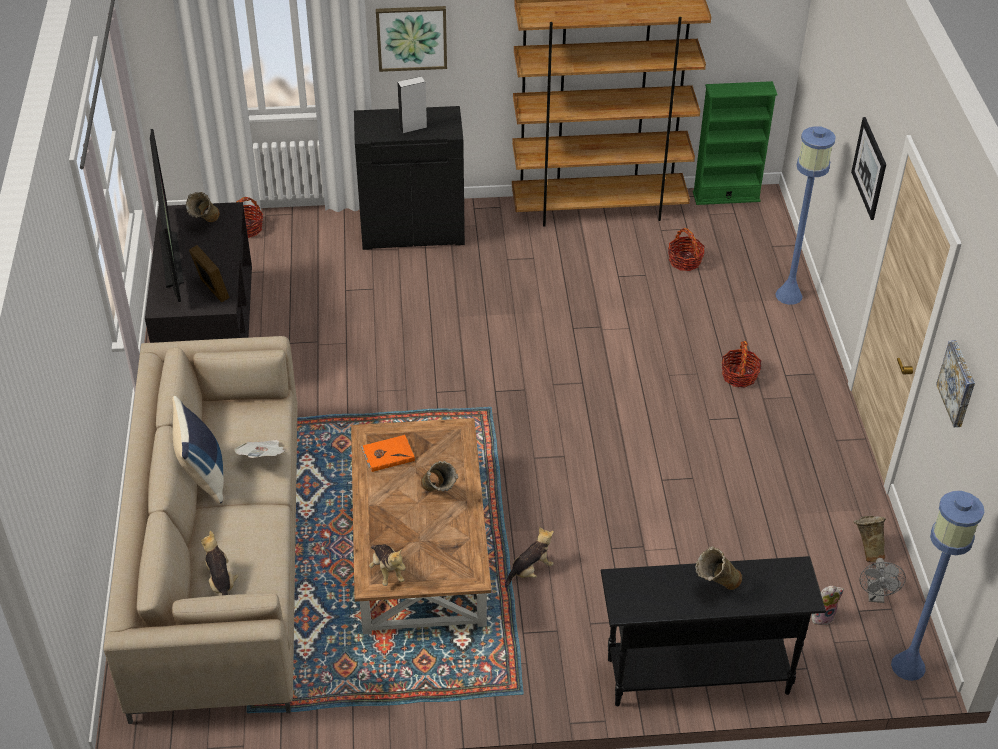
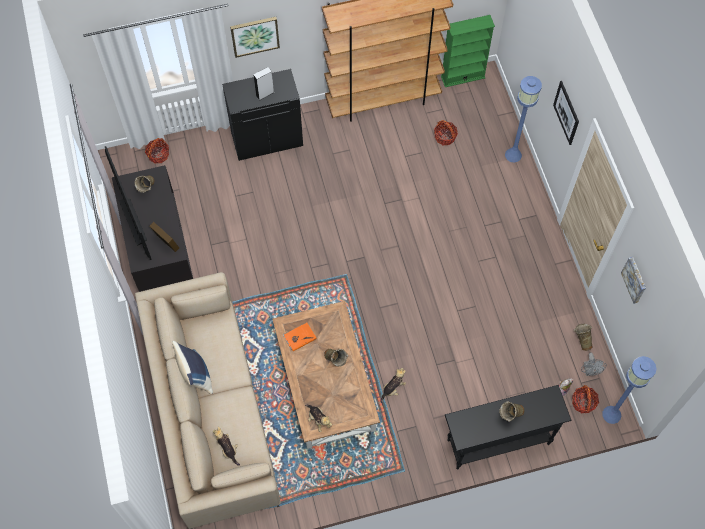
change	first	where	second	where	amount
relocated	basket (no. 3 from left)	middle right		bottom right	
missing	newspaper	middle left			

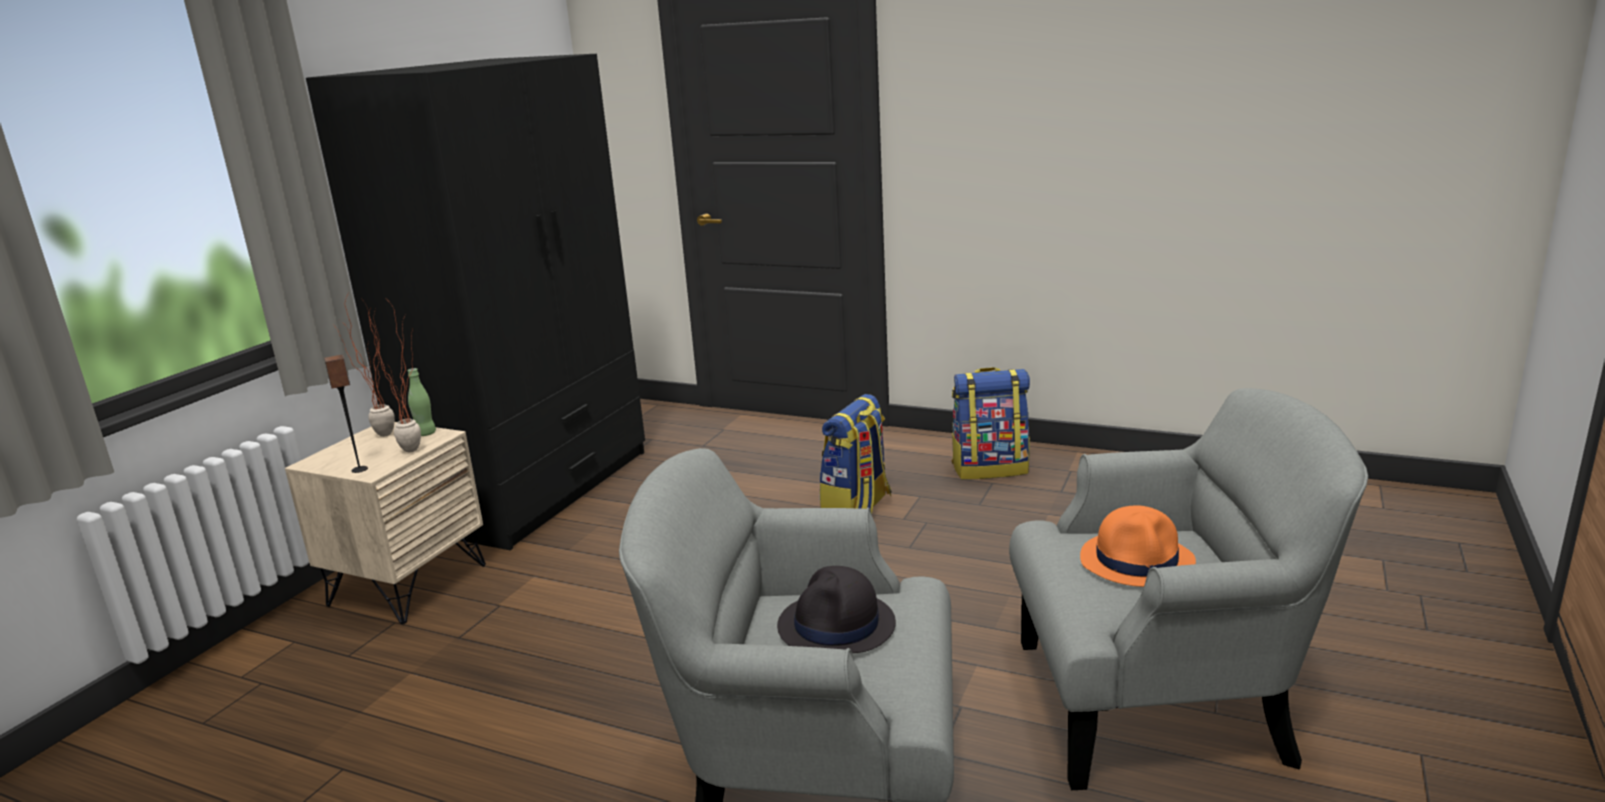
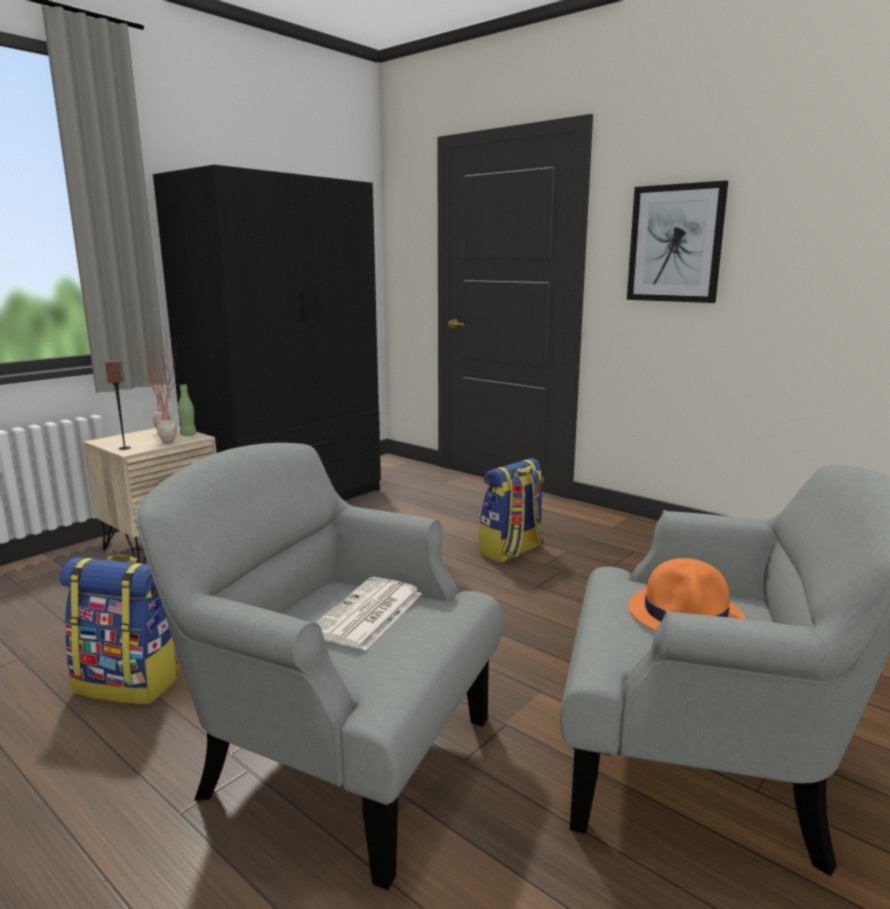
change	first	where	second	where	amount
relocated	backpack (no. 2 from left in the first image)	centre	backpack (no. 1 from left)	bottom left	
exchanged	black_hat	bottom centre	newspaper	bottom centre	
appeared			picture	top right	

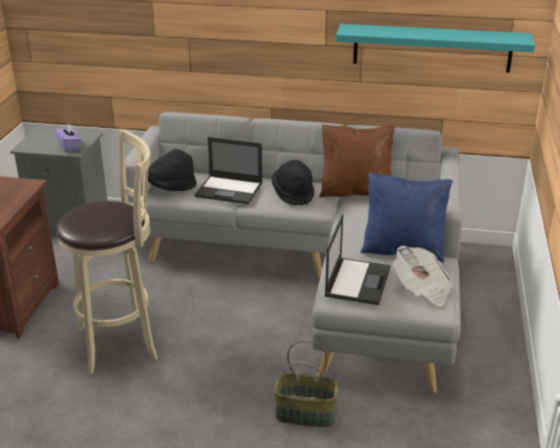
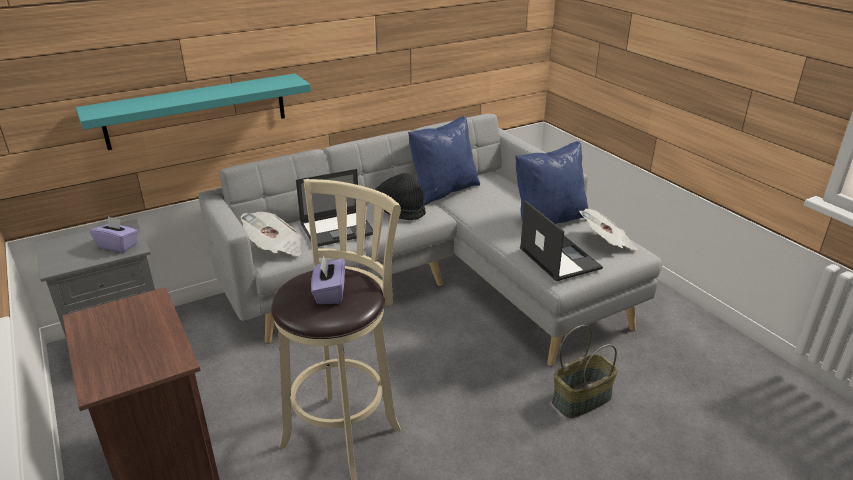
change	first	where	second	where	amount
relocated	turquoise_shelf	top right		top left	
colour	brown_pillow	centre	blue_pillow (no. 1 from left)	centre	
exchanged	black_hat (no. 1 from left)	middle left	newspaper (no. 1 from left)	middle left	
appeared			purple_tissue_box (no. 2 from left)	centre	

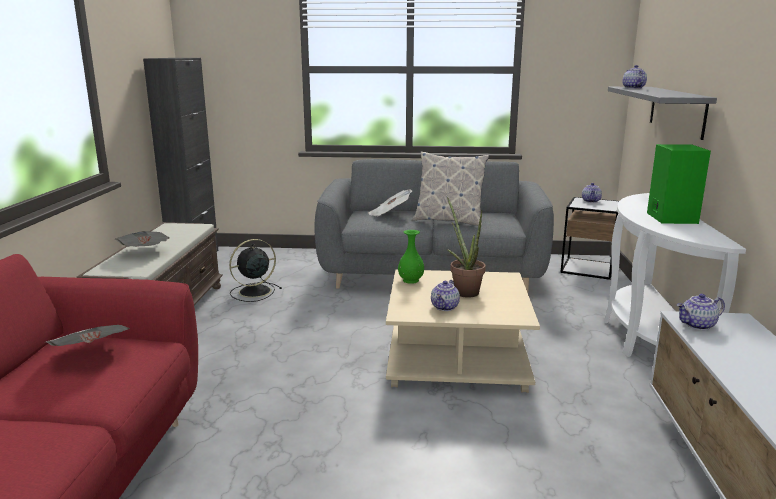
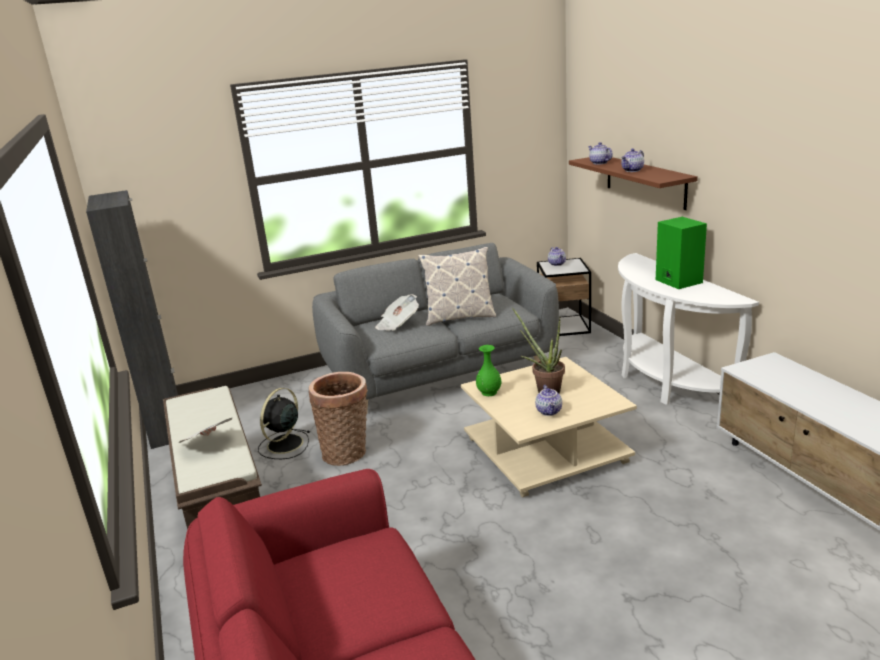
change	first	where	second	where	amount
colour	grey_shelf	top right	brown_shelf	top right	
relocated	teapot (no. 4 from left)	middle right		top right	
missing	newspaper (no. 1 from left)	bottom left			
appeared			basket	centre	

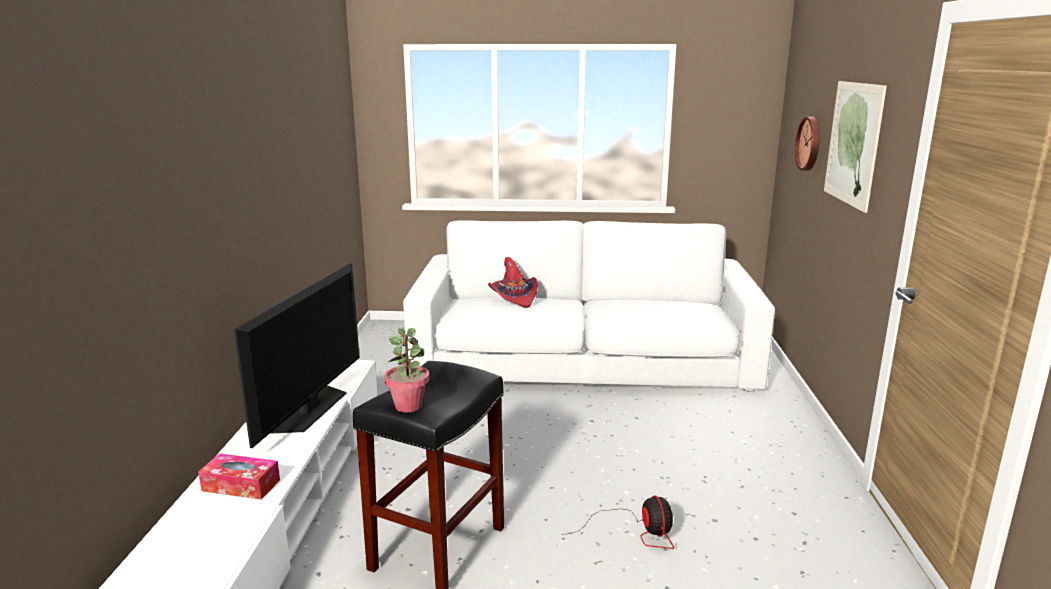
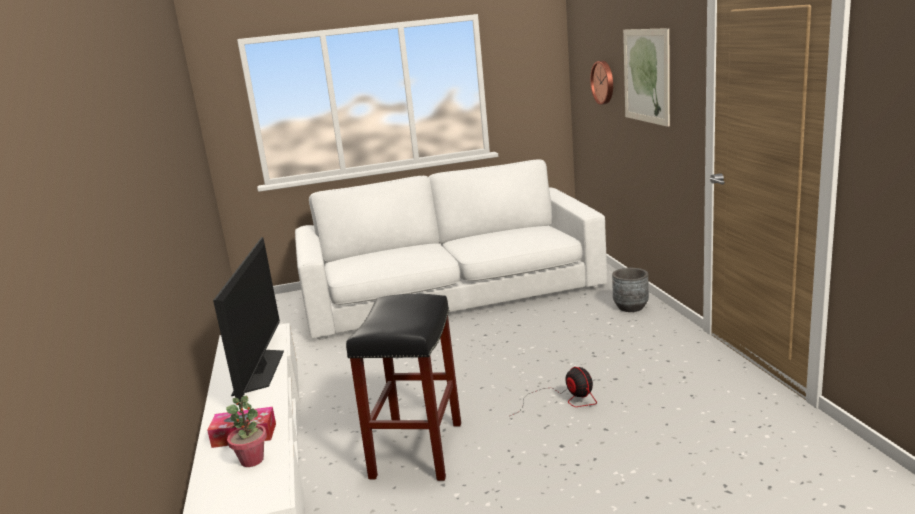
change	first	where	second	where	amount
missing	red_hat	centre			
relocated	potted_plant	centre		bottom left	
appeared			grey_planter	middle right	

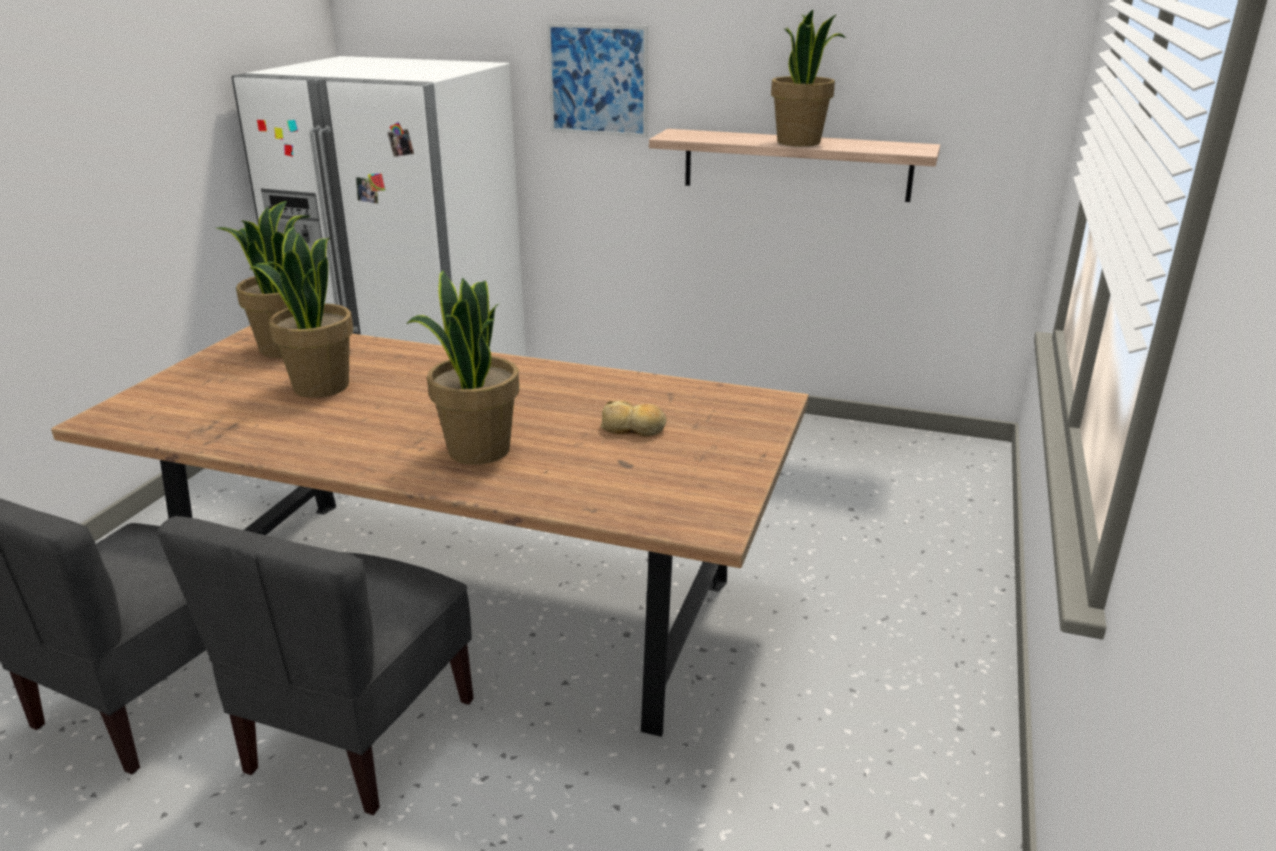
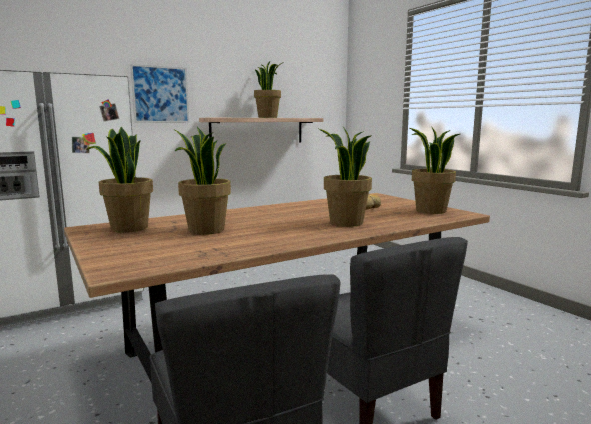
change	first	where	second	where	amount
appeared			potted_plant (no. 5 from left)	middle right	

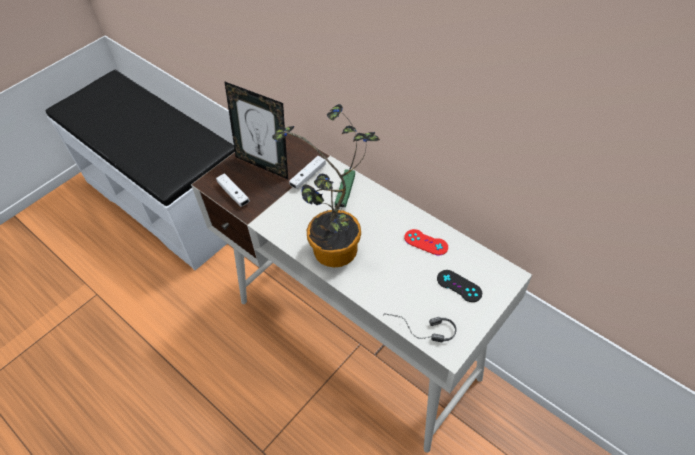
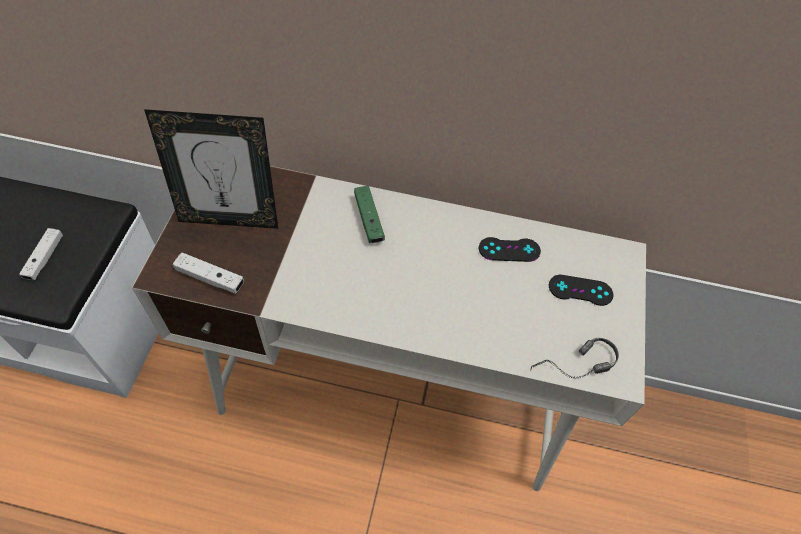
change	first	where	second	where	amount
missing	potted_plant	centre			
relocated	white_game_controller (no. 2 from left in the first image)	centre	white_game_controller (no. 1 from left)	middle left	
colour	red_game_controller	centre	black_game_controller (no. 1 from left)	centre	

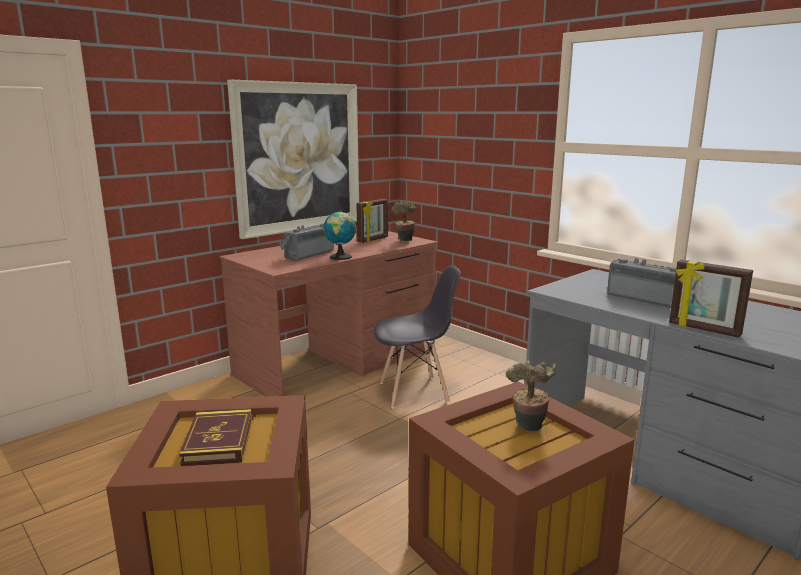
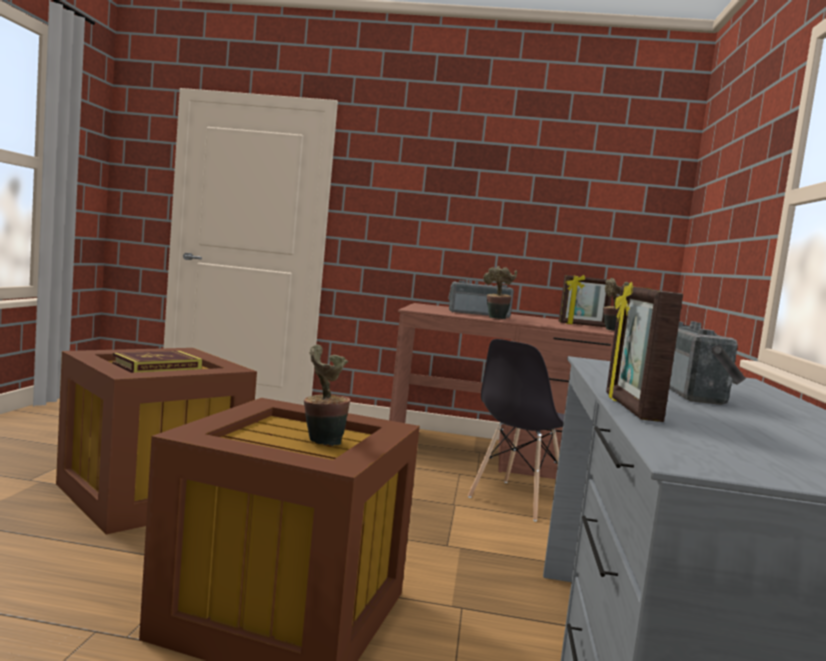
change	first	where	second	where	amount
missing	picture	top centre			
exchanged	globe	centre	potted_plant (no. 2 from left)	centre	
spun	grey_chair	centre		centre	90 degrees clockwise

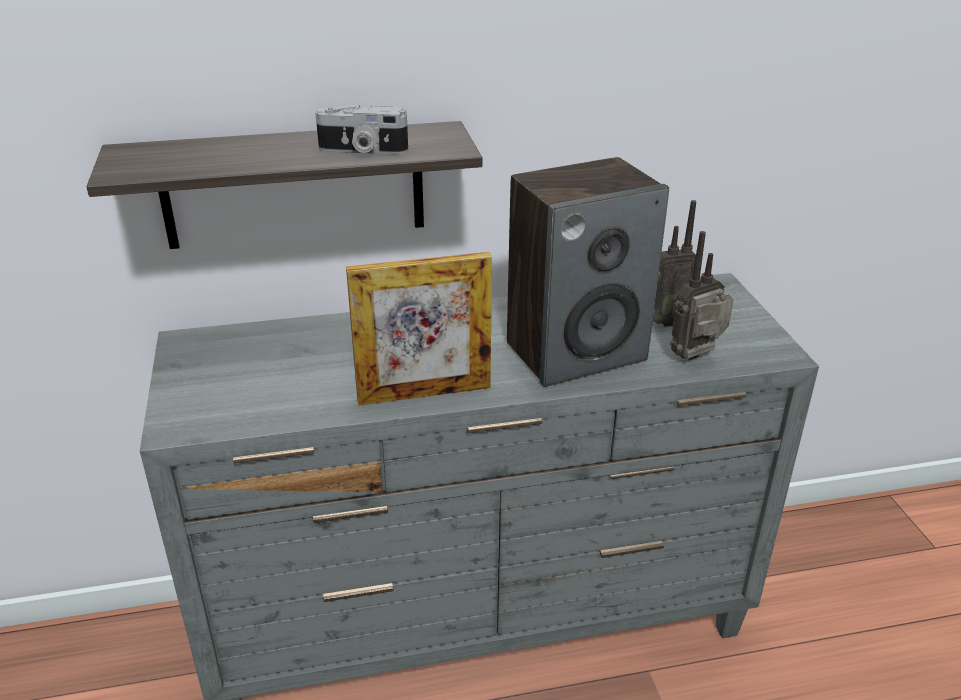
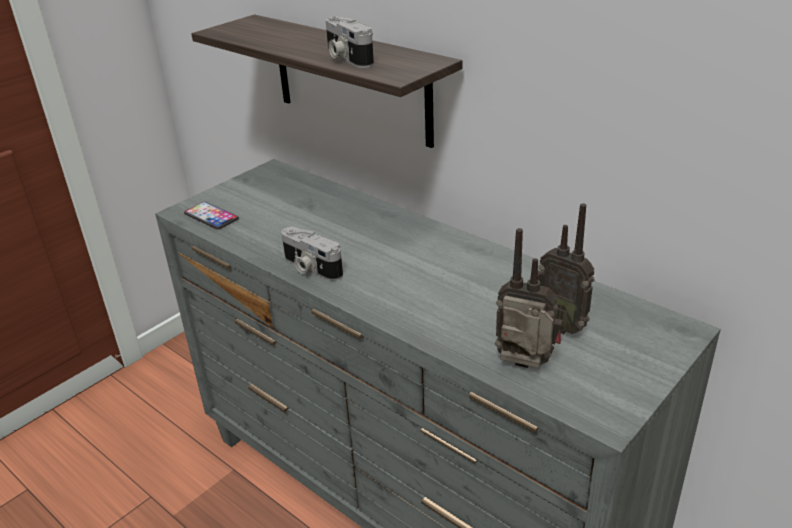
change	first	where	second	where	amount
missing	speaker	centre			
exchanged	picture_frame	centre	photo_camera (no. 1 from left)	centre	
appeared			phone	middle left	

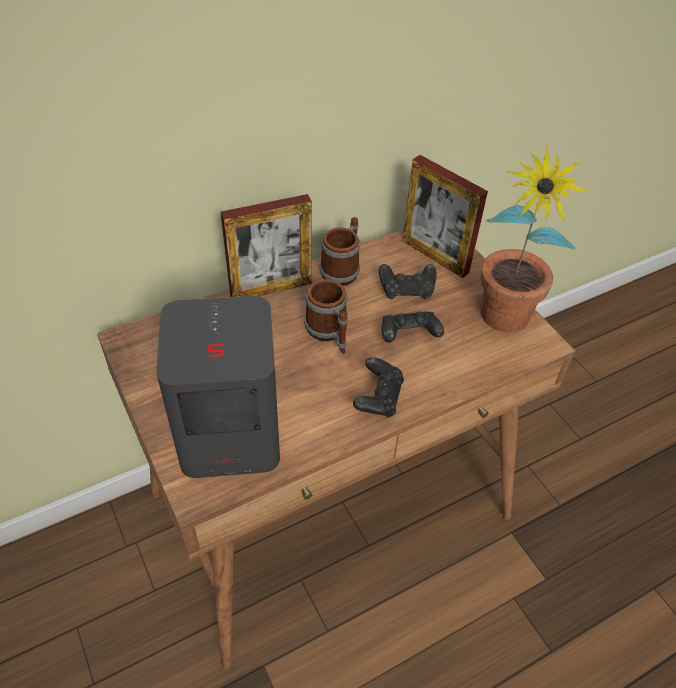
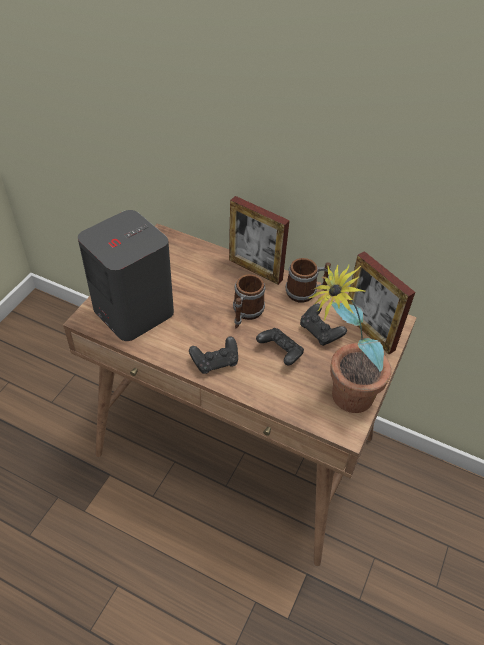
change	first	where	second	where	amount
spun	picture_frame (no. 2 from left)	top centre		middle right	45 degrees counterclockwise

